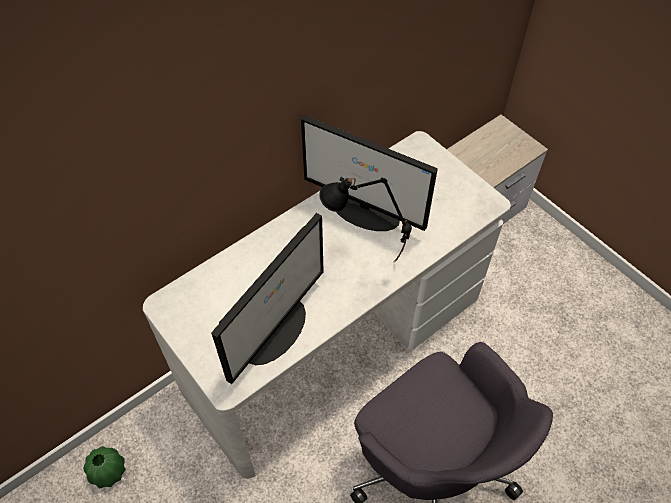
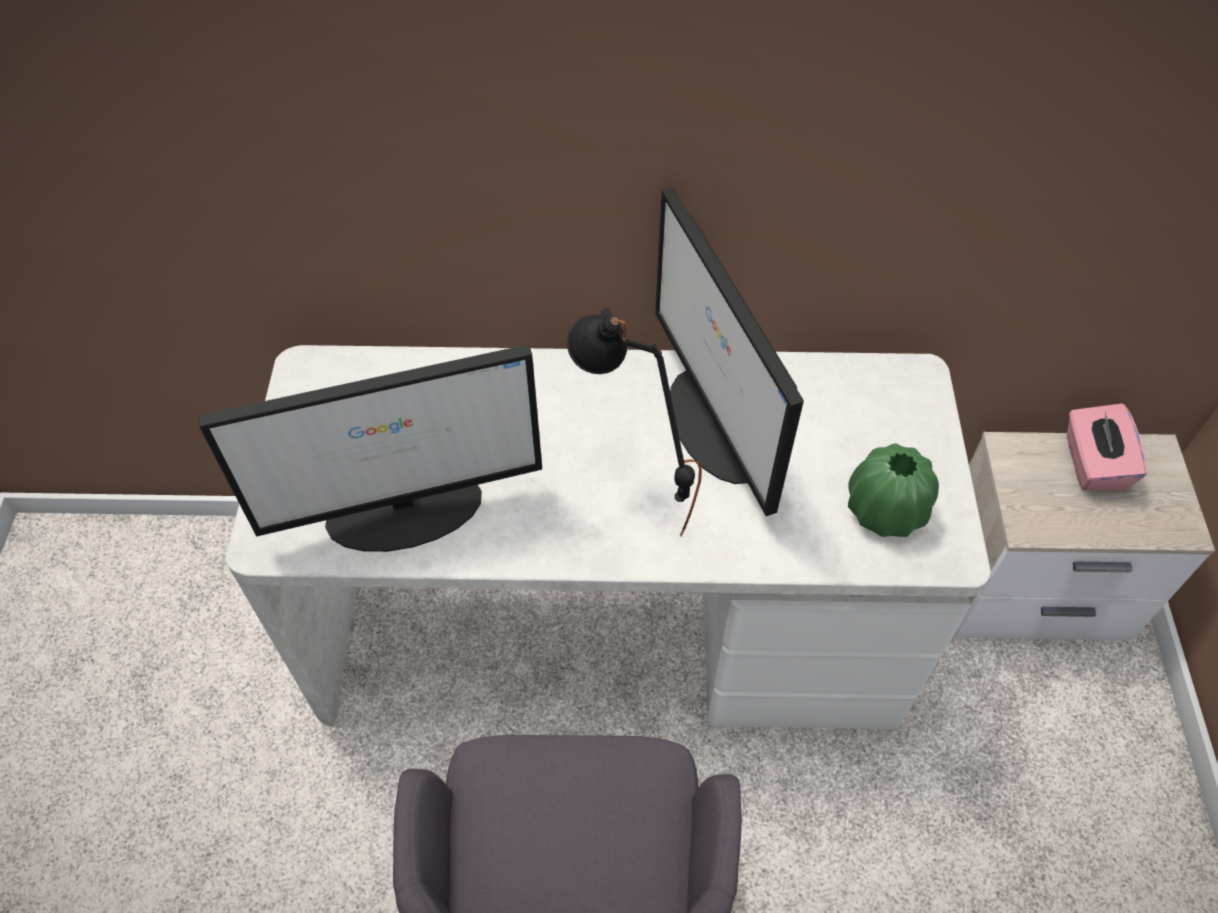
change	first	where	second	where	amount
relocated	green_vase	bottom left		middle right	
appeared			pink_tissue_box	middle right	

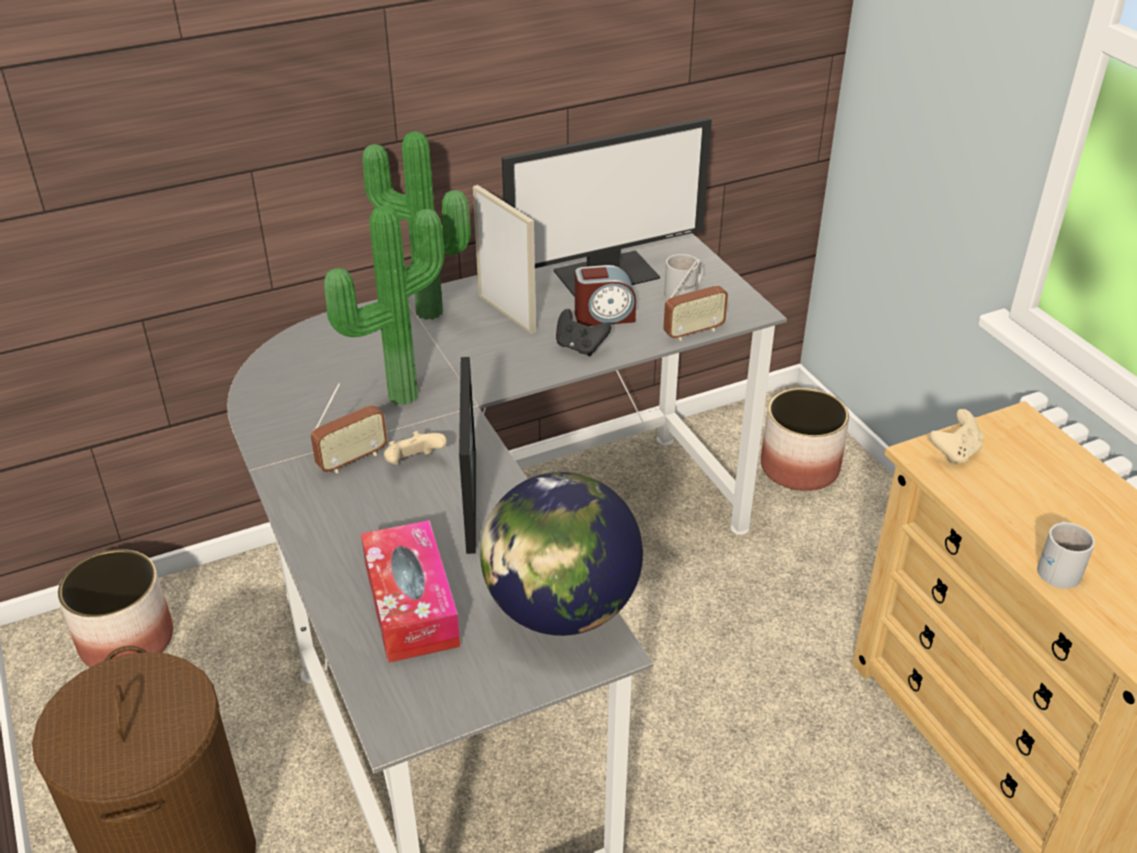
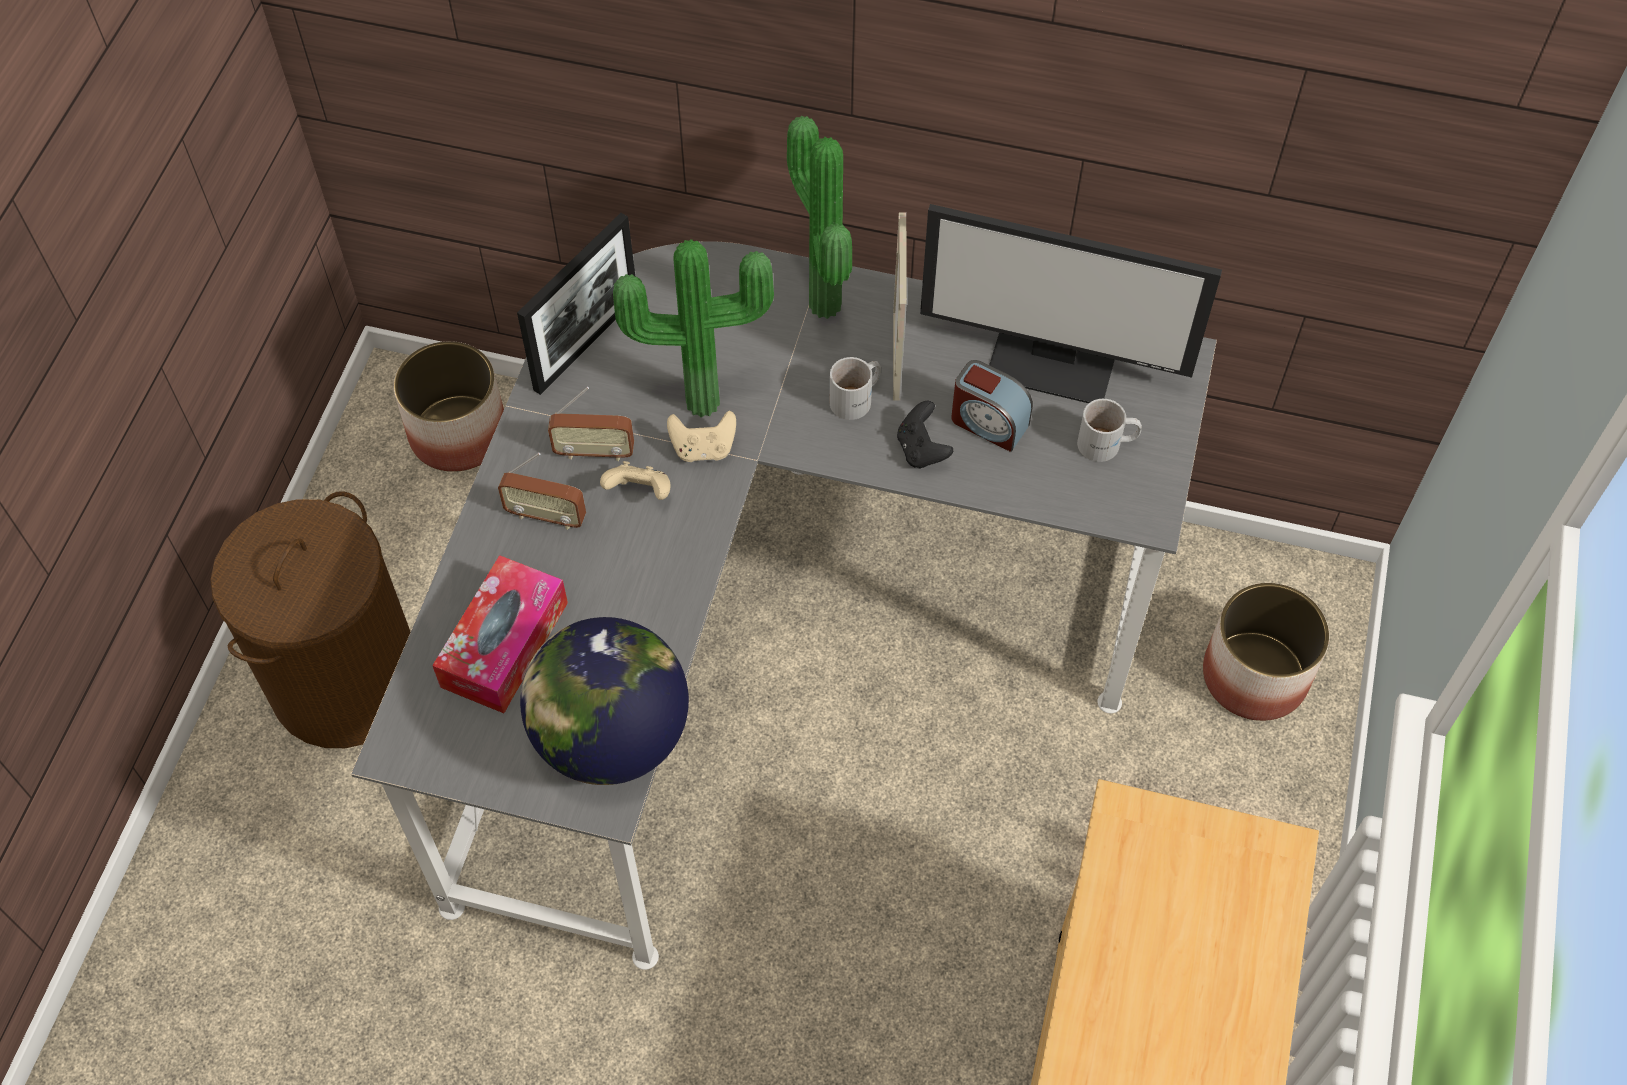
change	first	where	second	where	amount
relocated	radio (no. 2 from left in the first image)	centre	radio (no. 1 from left)	middle left	
relocated	picture_frame (no. 1 from left)	centre		top centre	
relocated	beige_game_controller (no. 2 from left)	middle right		centre	
relocated	white_mug (no. 2 from left in the first image)	middle right	white_mug (no. 1 from left)	centre	

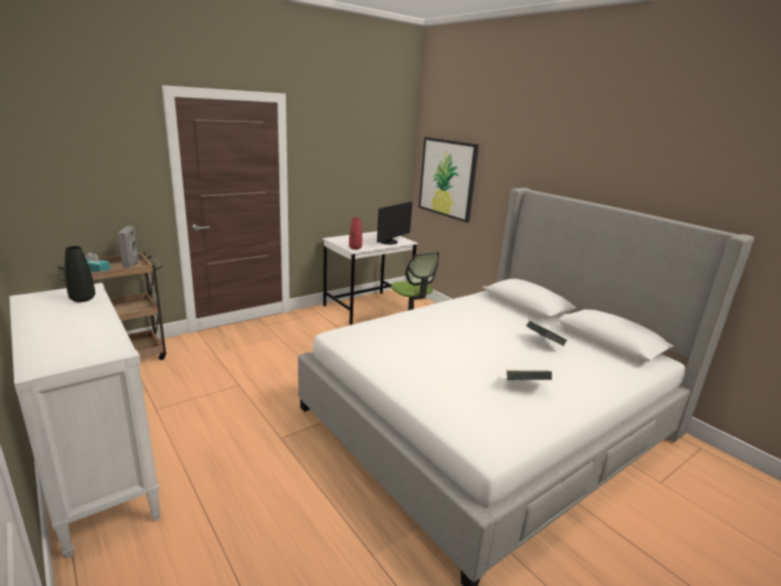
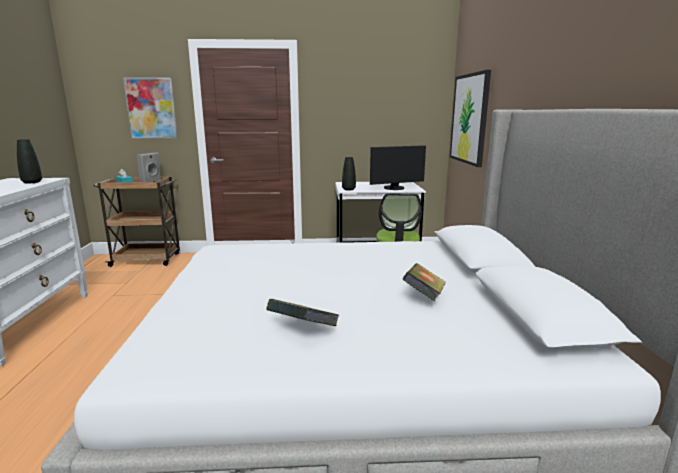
change	first	where	second	where	amount
colour	red_vase	centre	black_vase (no. 2 from left)	centre	
appeared			picture (no. 1 from left)	top left	

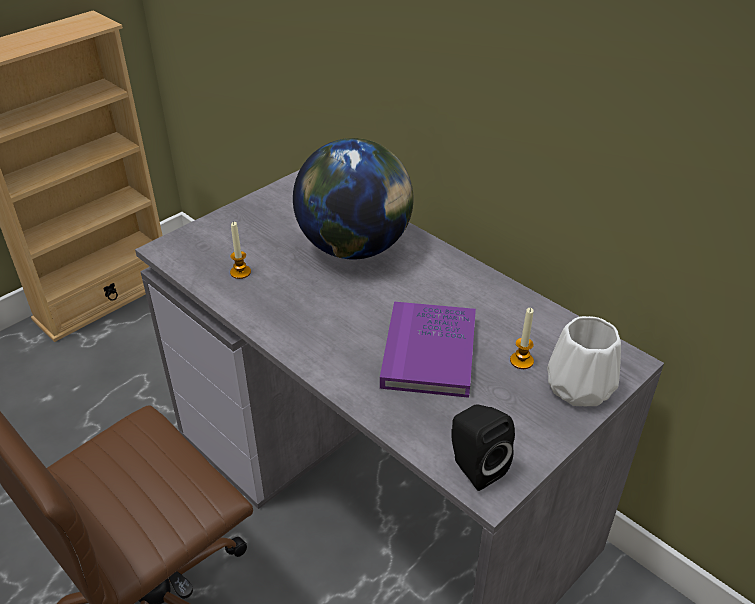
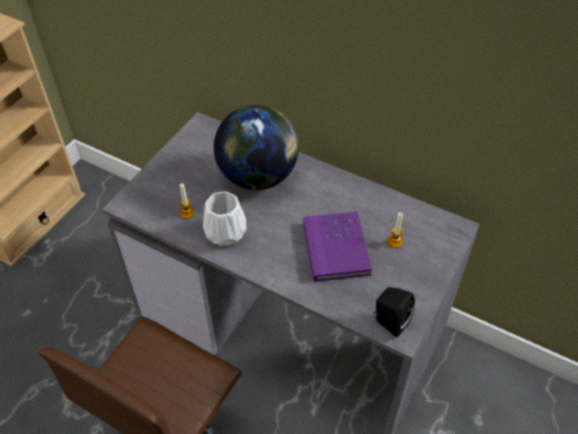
change	first	where	second	where	amount
relocated	white_vase	middle right		centre	

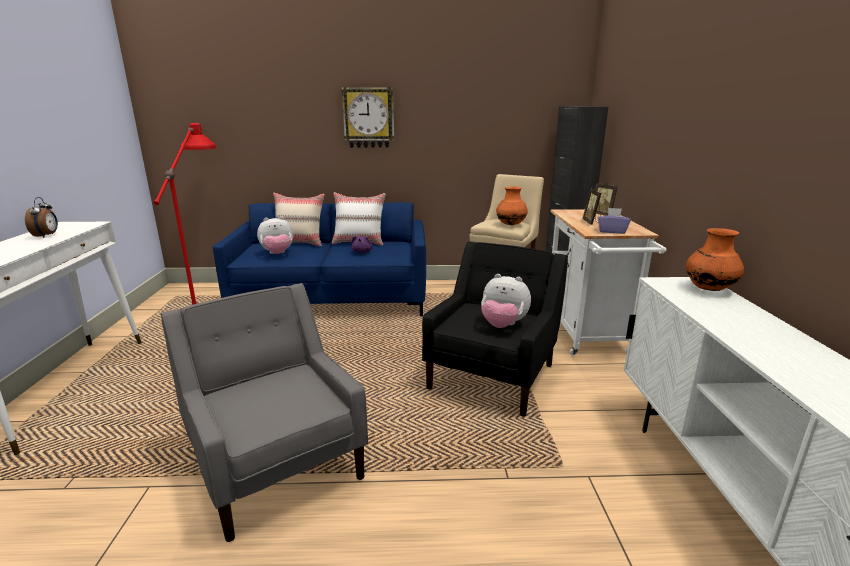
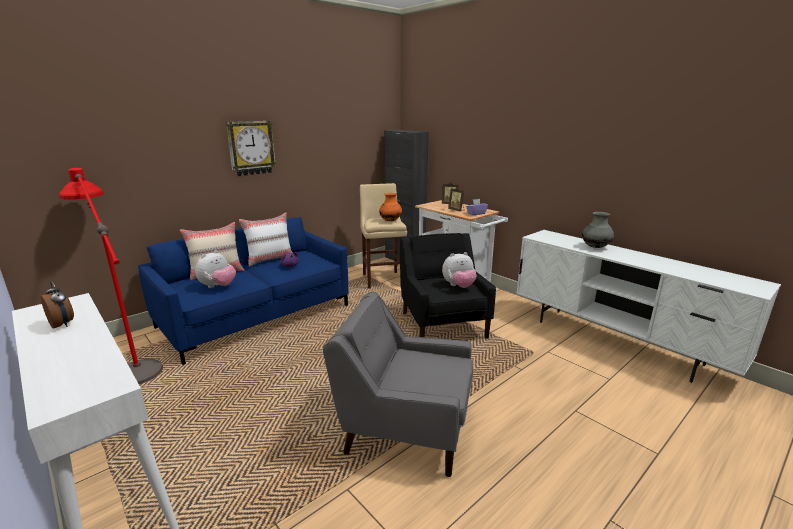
change	first	where	second	where	amount
missing	orange_vase (no. 2 from left)	middle right			
appeared			grey_vase	middle right	

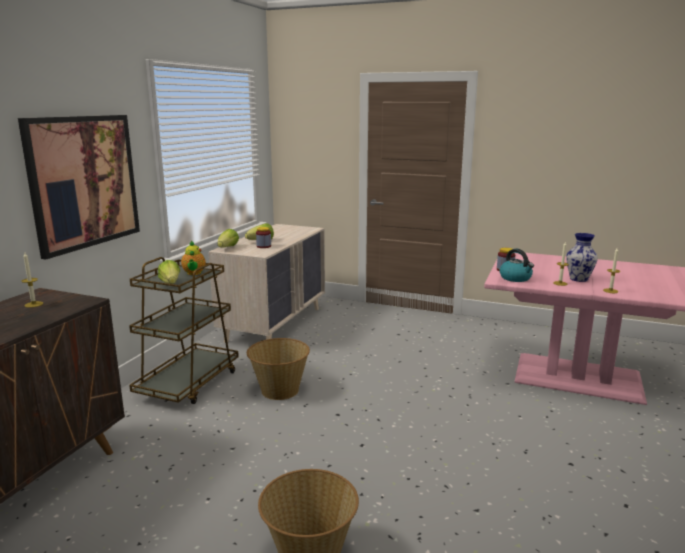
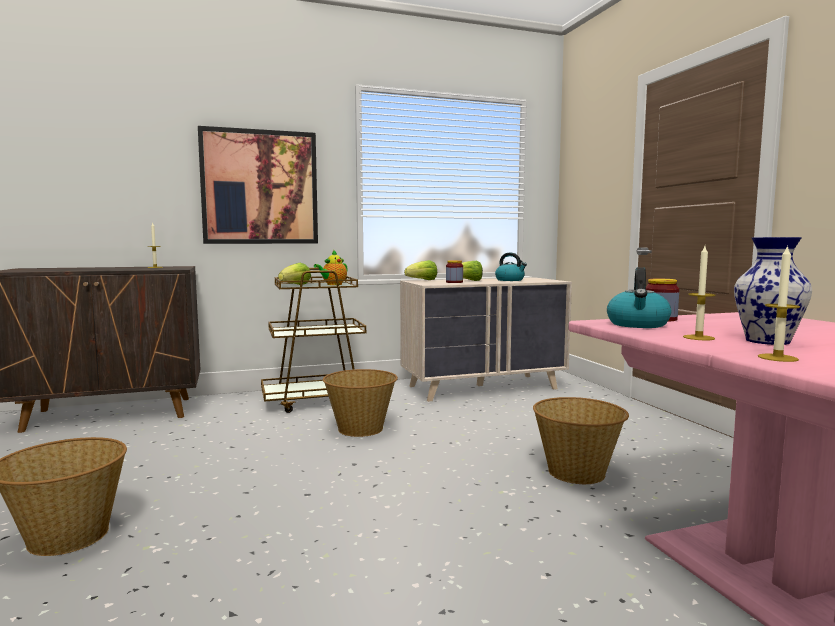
change	first	where	second	where	amount
appeared			kettle (no. 1 from left)	centre	
appeared			basket (no. 3 from left)	bottom right	

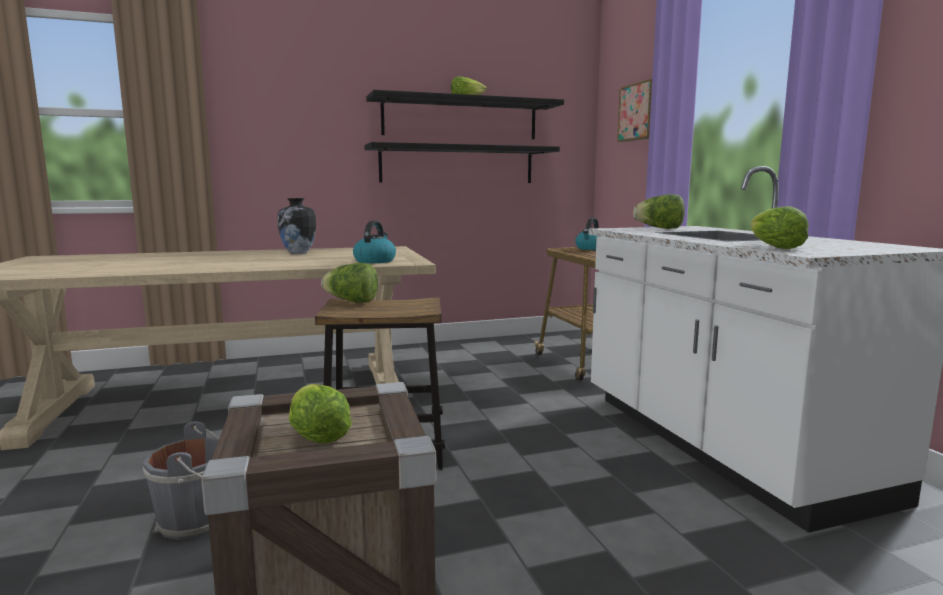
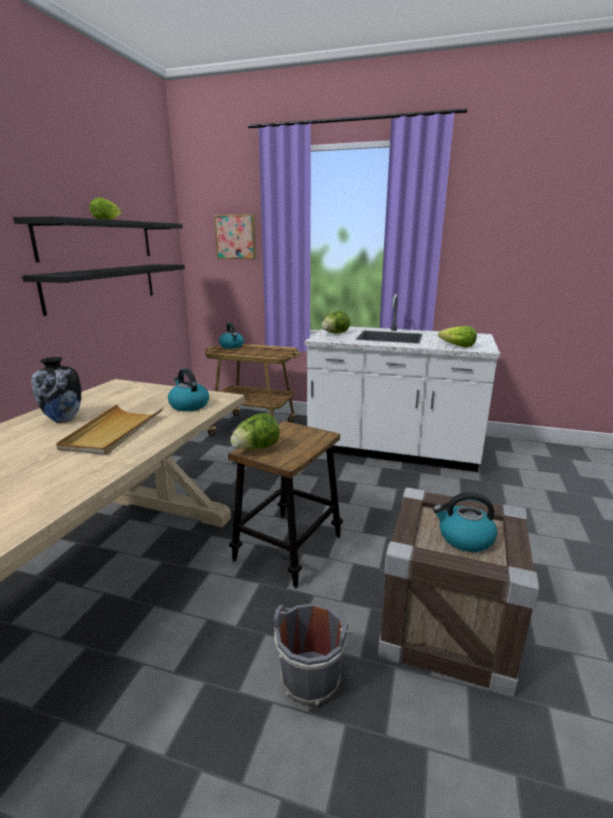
change	first	where	second	where	amount
exchanged	lettuce (no. 1 from left)	bottom centre	kettle (no. 3 from left)	middle right	
appeared			beige_tray	middle left	

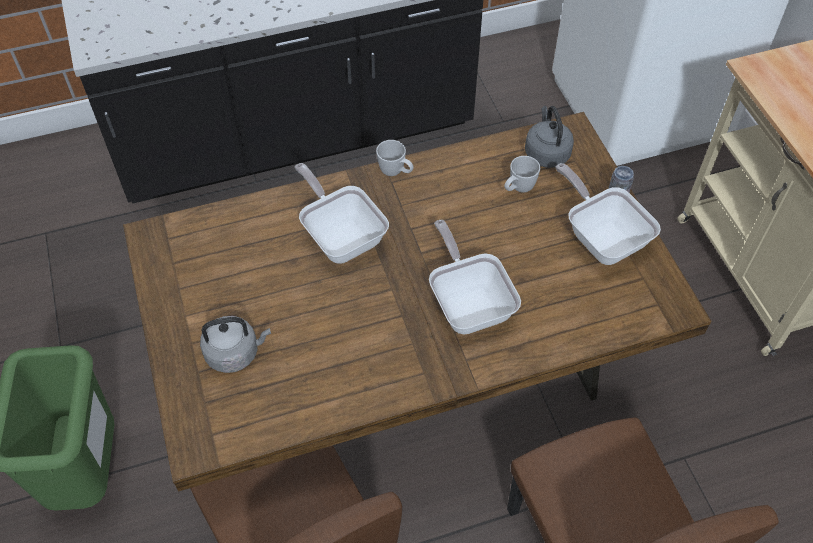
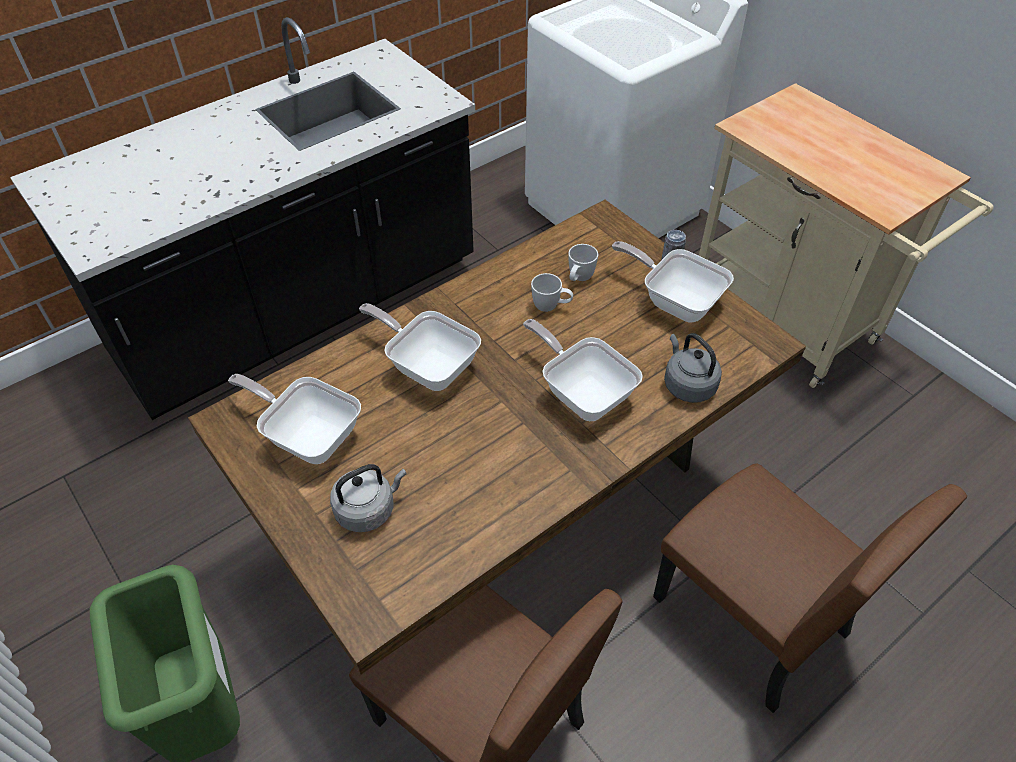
change	first	where	second	where	amount
relocated	grey_kettle (no. 2 from left)	top right		middle right	
relocated	white_mug (no. 1 from left)	top centre		centre	
appeared			frying_pan (no. 1 from left)	middle left	

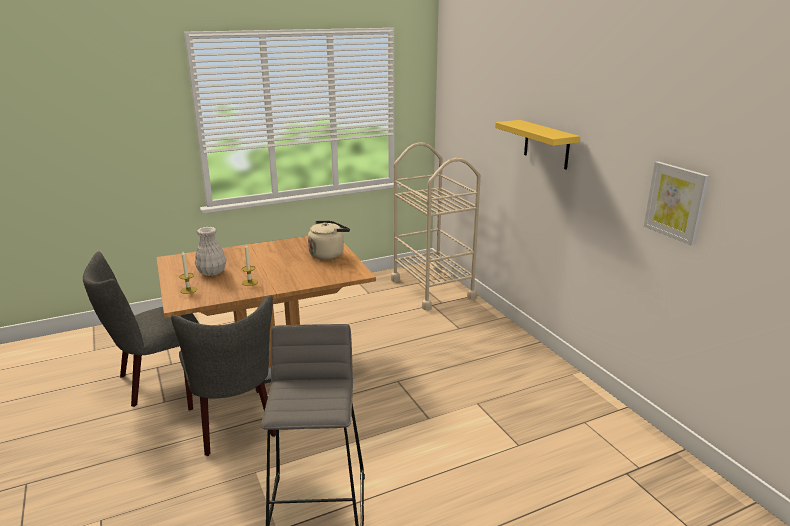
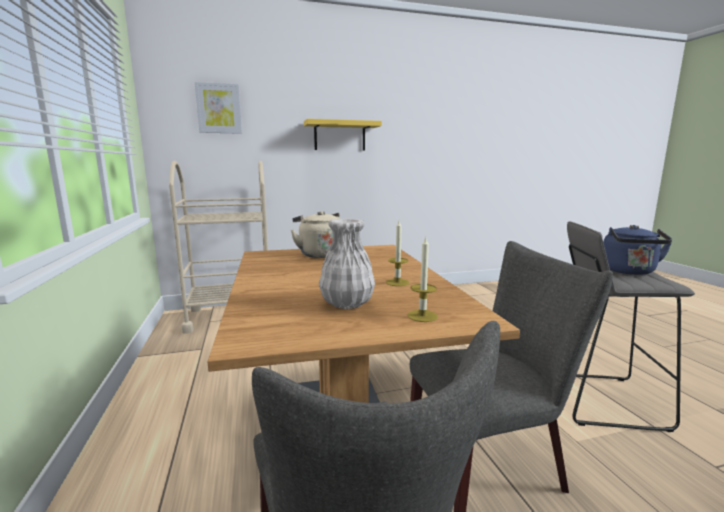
change	first	where	second	where	amount
relocated	picture	middle right		top left	
appeared			blue_kettle	middle right	

